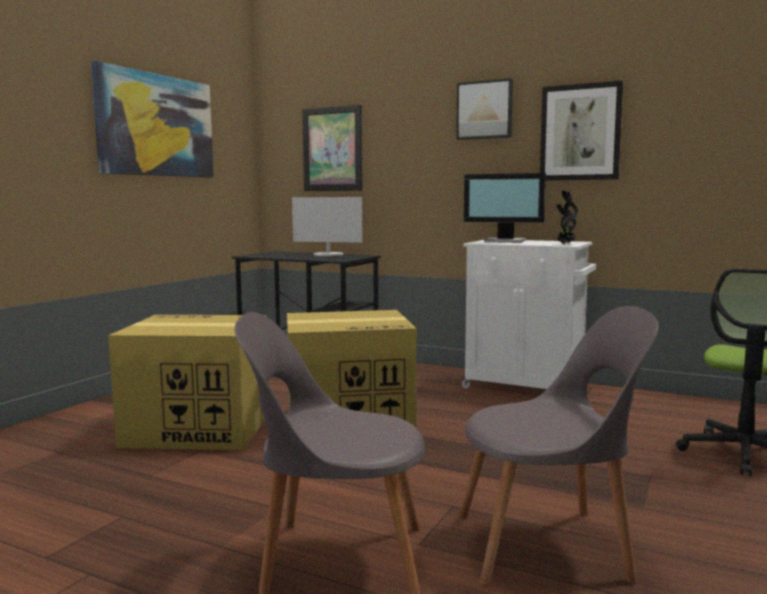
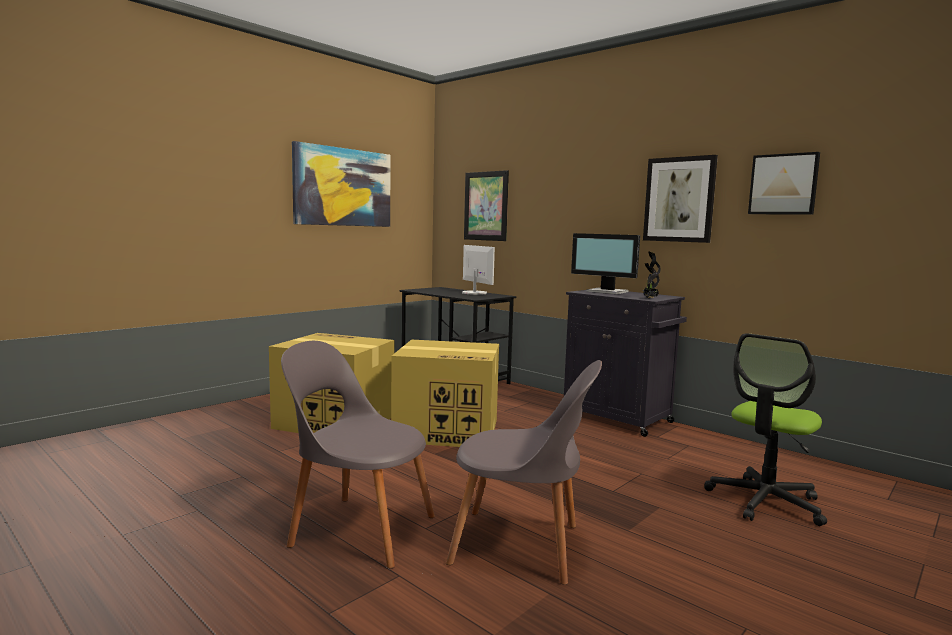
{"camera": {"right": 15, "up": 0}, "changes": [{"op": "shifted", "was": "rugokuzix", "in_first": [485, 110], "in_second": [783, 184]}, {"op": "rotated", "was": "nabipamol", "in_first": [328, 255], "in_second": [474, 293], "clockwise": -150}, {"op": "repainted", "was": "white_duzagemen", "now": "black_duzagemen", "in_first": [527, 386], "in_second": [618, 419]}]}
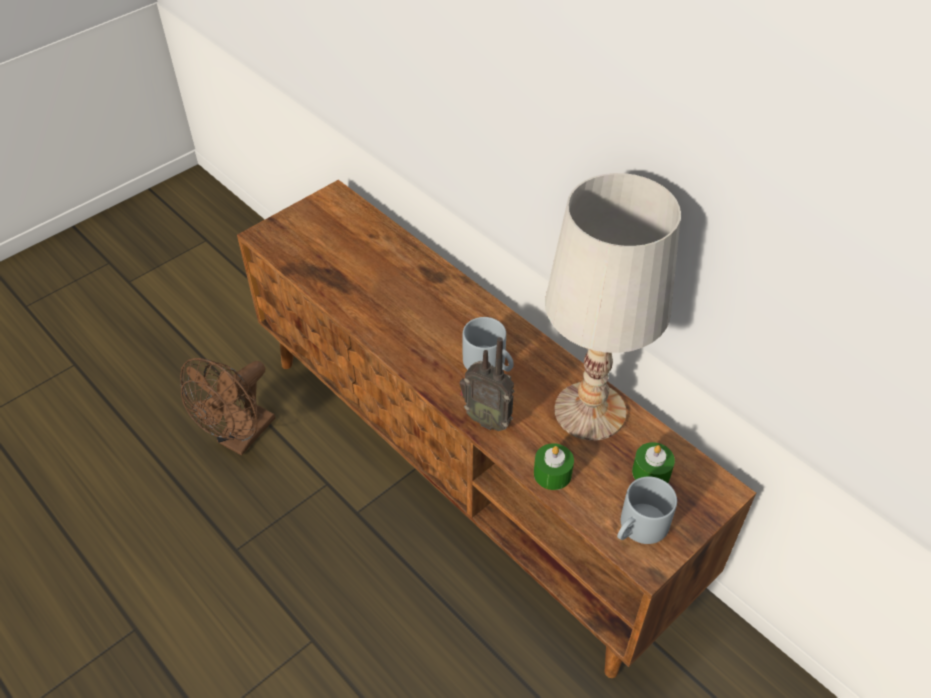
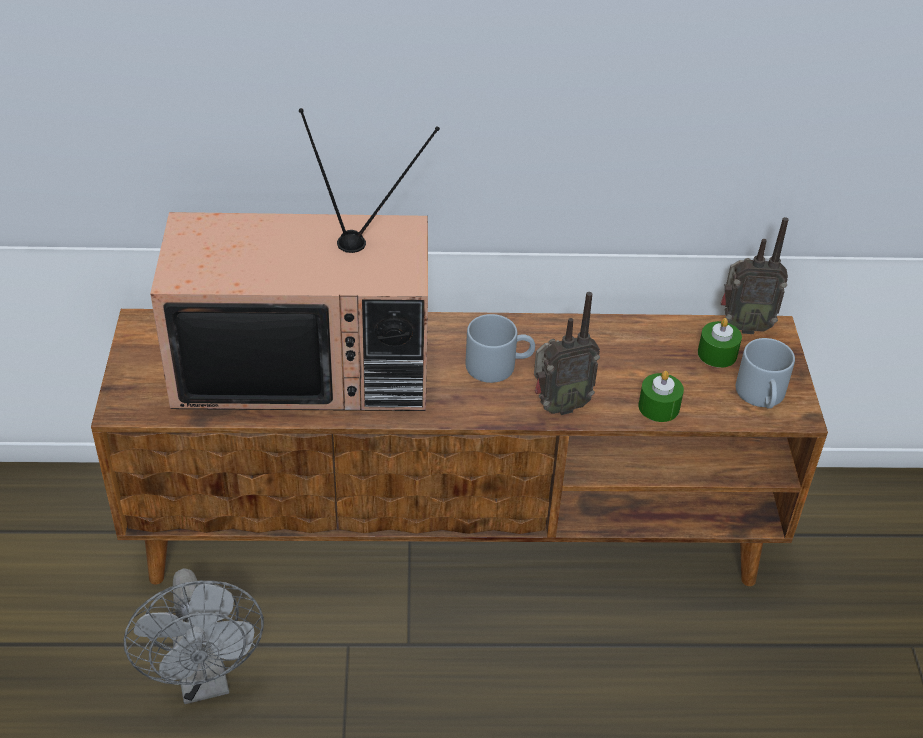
{"camera": {"right": -50, "up": -5}, "changes": [{"op": "gone", "was": "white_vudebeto", "in_first": [589, 411]}, {"op": "repainted", "was": "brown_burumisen", "now": "grey_burumisen", "in_first": [241, 438], "in_second": [204, 680]}, {"op": "new", "now": "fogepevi", "in_second": [306, 364]}, {"op": "new", "now": "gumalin", "in_second": [743, 326]}]}
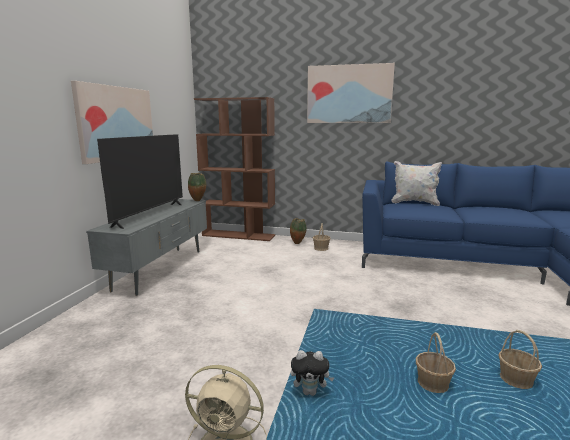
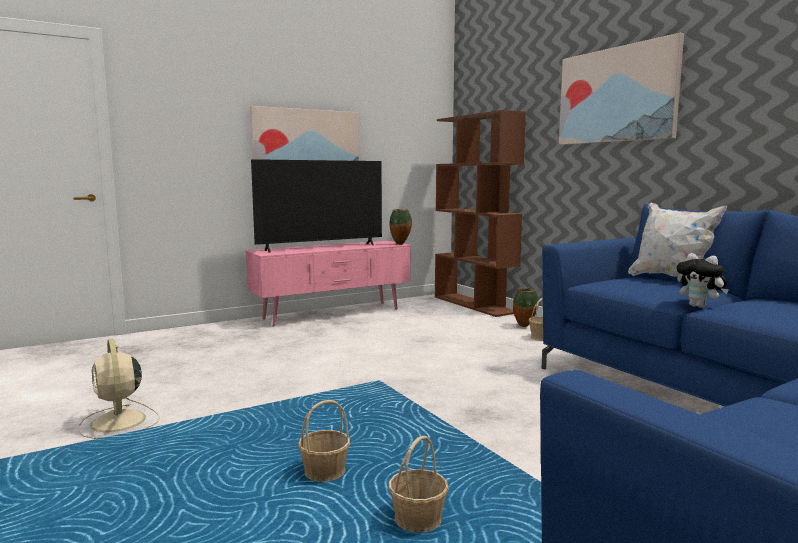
{"camera": {"right": 45, "up": -5}, "changes": [{"op": "repainted", "was": "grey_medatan", "now": "pink_medatan", "in_first": [161, 269], "in_second": [332, 314]}, {"op": "shifted", "was": "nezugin", "in_first": [310, 392], "in_second": [699, 306]}]}
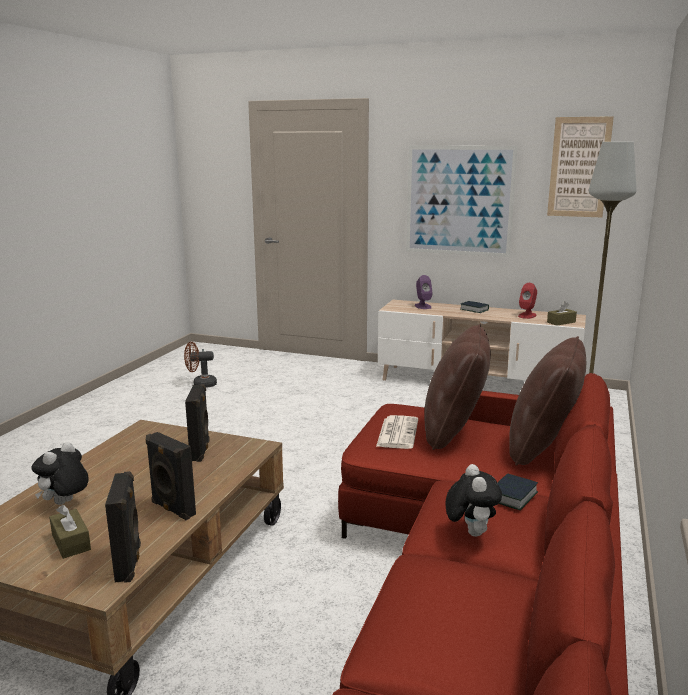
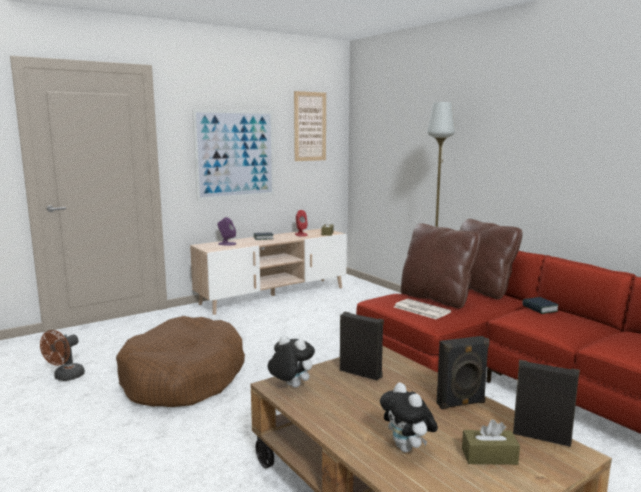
{"camera": {"right": -55, "up": -5}, "changes": [{"op": "shifted", "was": "nezugin", "in_first": [470, 532], "in_second": [290, 386]}, {"op": "new", "now": "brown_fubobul", "in_second": [183, 378]}]}
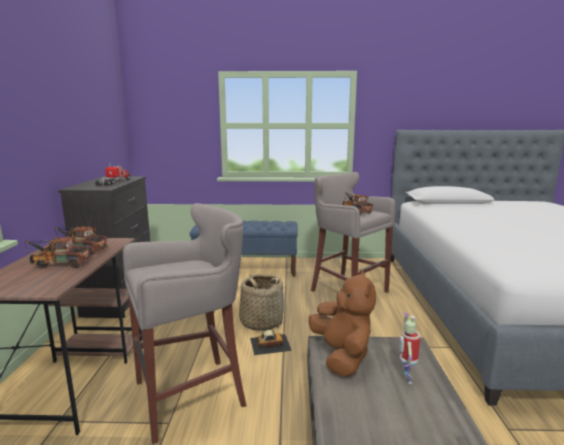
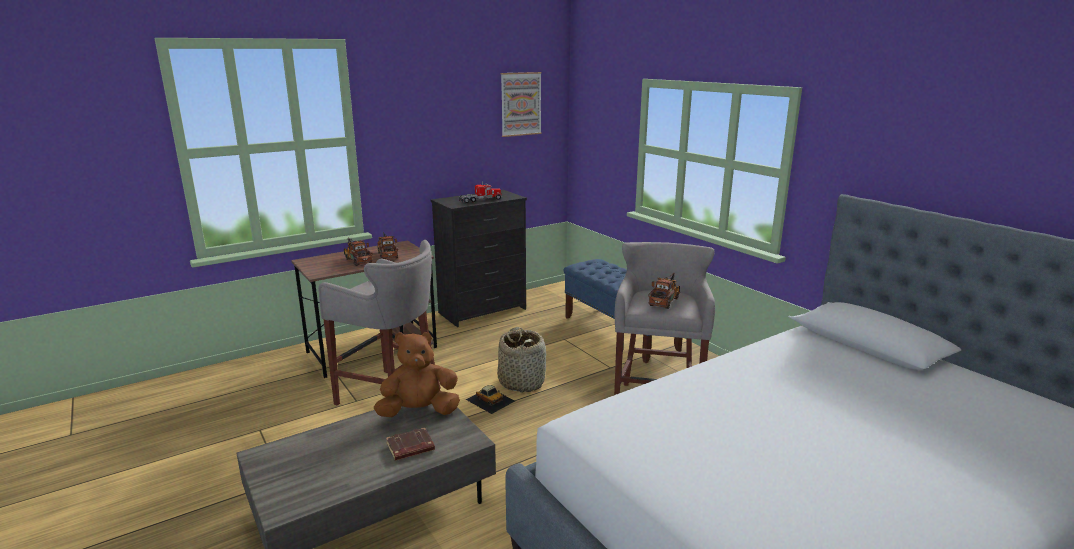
{"camera": {"right": 55, "up": 5}, "changes": [{"op": "rotated", "was": "brown_nezugin", "in_first": [341, 356], "in_second": [419, 412], "clockwise": -150}, {"op": "swapped", "was": "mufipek", "now": "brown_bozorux", "in_first": [406, 378], "in_second": [410, 448]}, {"op": "new", "now": "rugokuzix", "in_second": [520, 104]}]}
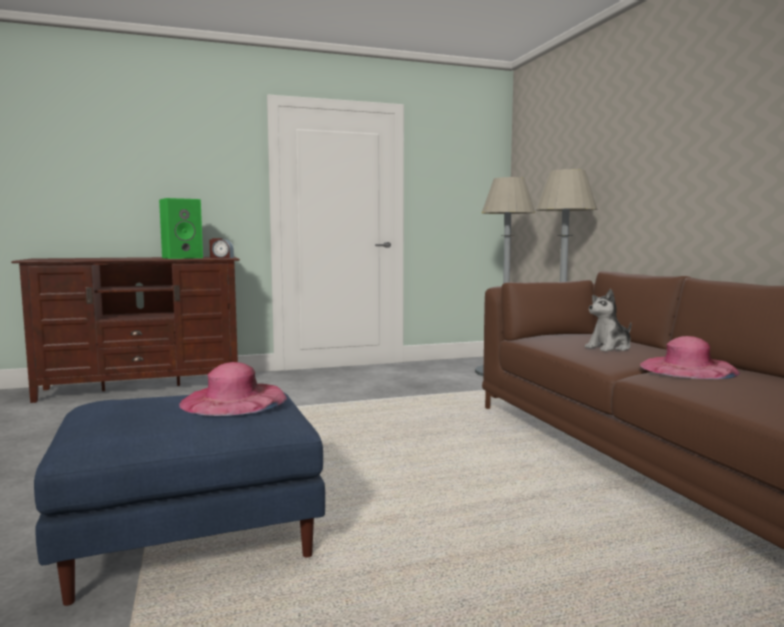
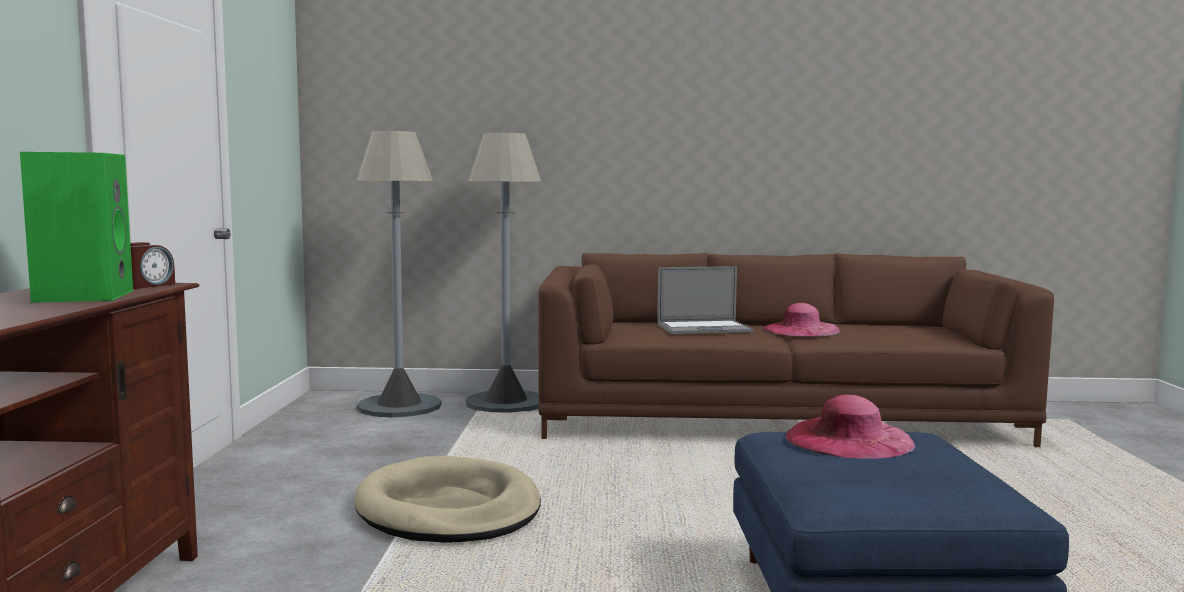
{"camera": {"right": -70, "up": 0}, "changes": [{"op": "swapped", "was": "nezugin", "now": "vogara", "in_first": [609, 348], "in_second": [704, 328]}, {"op": "new", "now": "beige_fubobul", "in_second": [448, 509]}]}
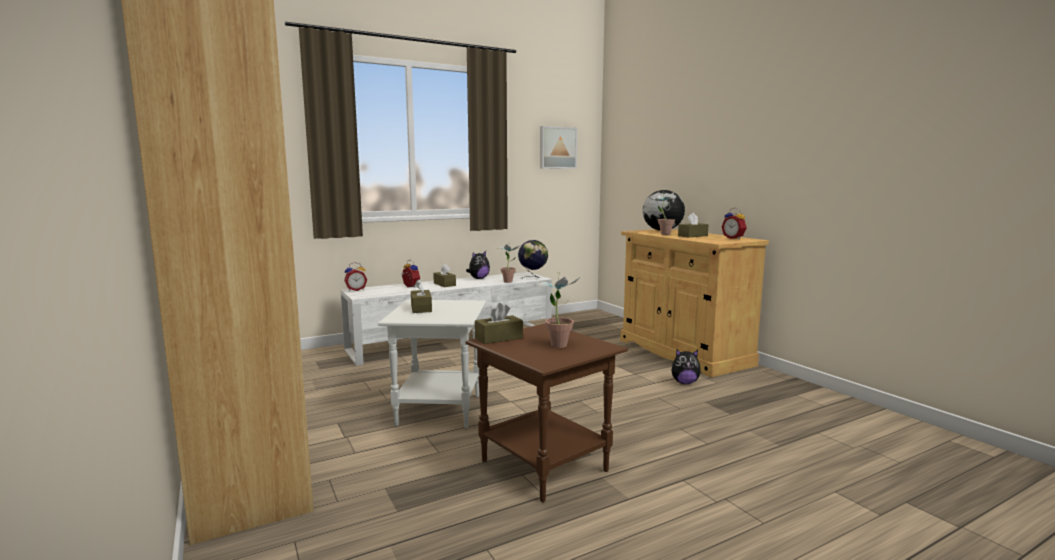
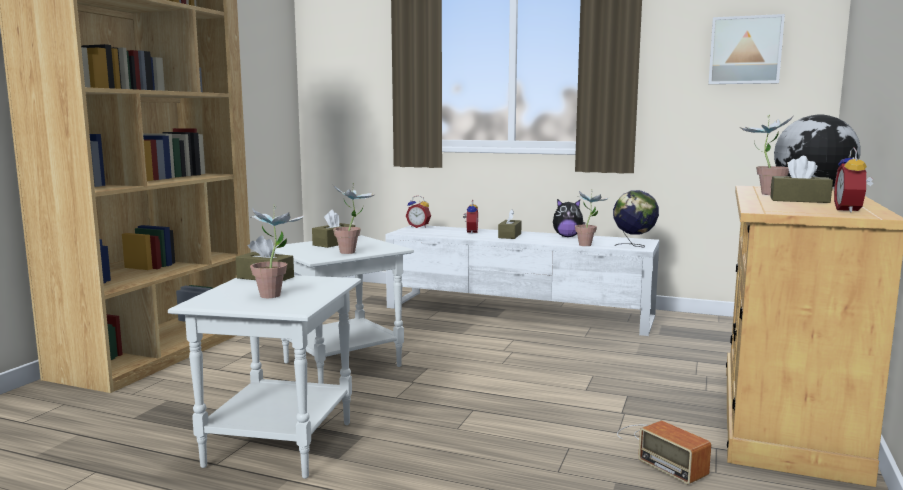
{"camera": {"right": 50, "up": 0}, "changes": [{"op": "repainted", "was": "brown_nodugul", "now": "white_nodugul", "in_first": [543, 465], "in_second": [280, 443]}, {"op": "swapped", "was": "nezugin", "now": "gumalin", "in_first": [684, 382], "in_second": [661, 450]}, {"op": "new", "now": "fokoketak", "in_second": [353, 252]}]}
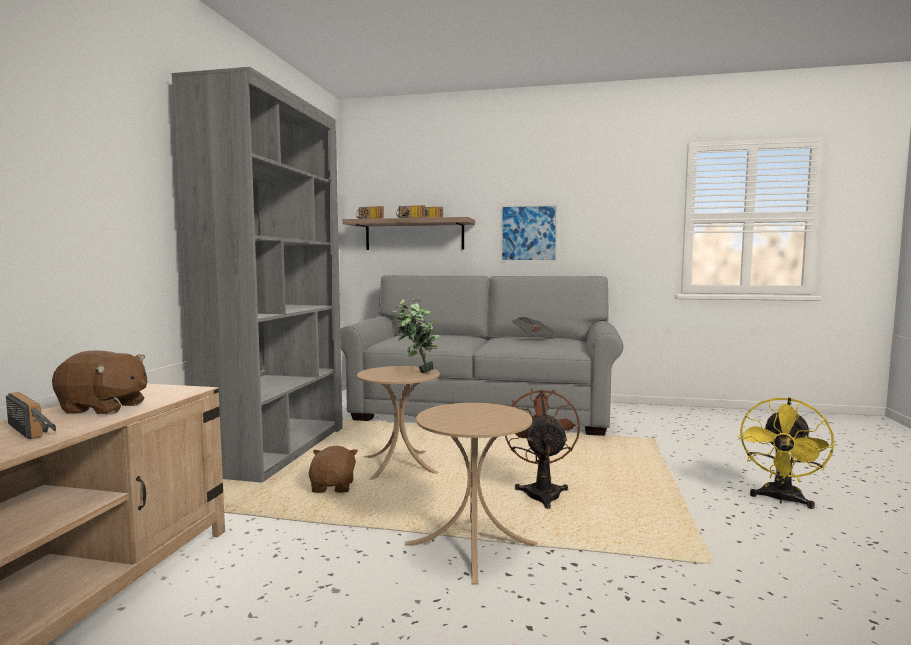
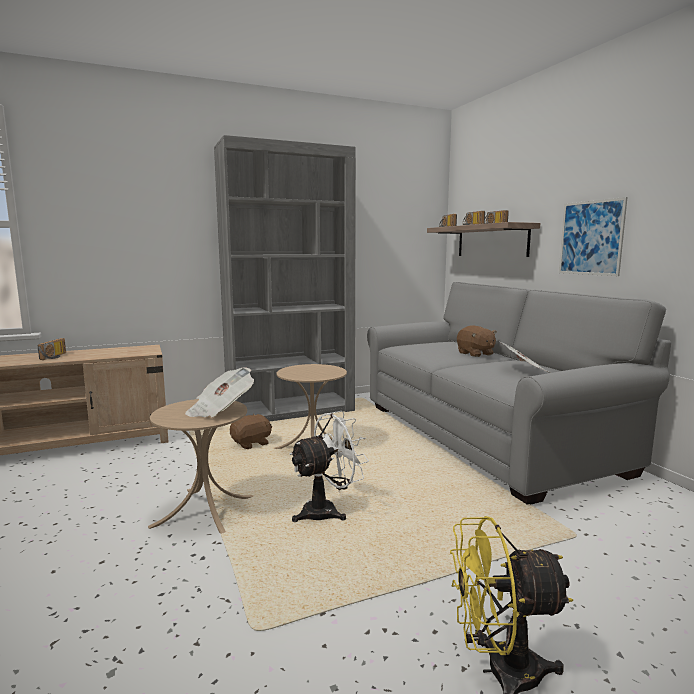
{"camera": {"right": 55, "up": 5}, "changes": [{"op": "gone", "was": "fokoketak", "in_first": [416, 372]}, {"op": "shifted", "was": "brown_nezugin", "in_first": [104, 408], "in_second": [475, 354]}, {"op": "repainted", "was": "brown_burumisen", "now": "white_burumisen", "in_first": [541, 492], "in_second": [327, 511]}, {"op": "new", "now": "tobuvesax", "in_second": [220, 410]}]}
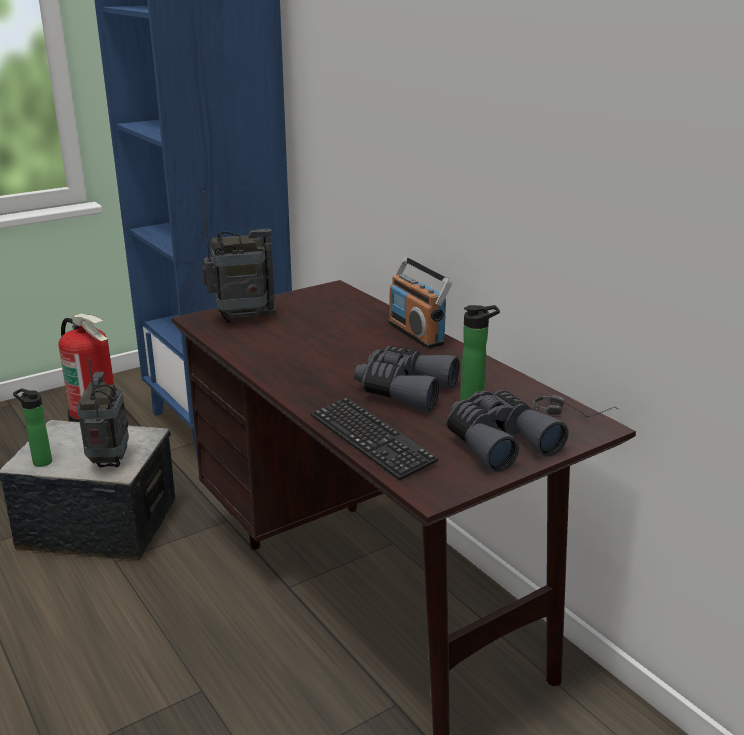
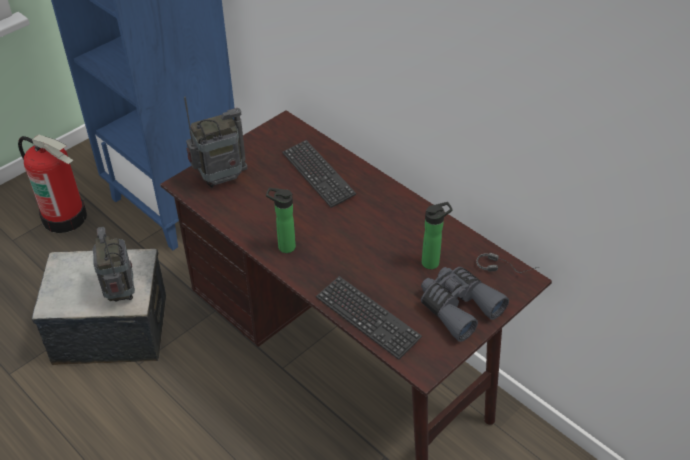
{"camera": {"right": -10, "up": 20}, "changes": [{"op": "gone", "was": "gumalin", "in_first": [416, 333]}, {"op": "gone", "was": "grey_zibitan", "in_first": [404, 390]}, {"op": "shifted", "was": "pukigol", "in_first": [40, 461], "in_second": [284, 246]}, {"op": "new", "now": "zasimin", "in_second": [318, 175]}]}
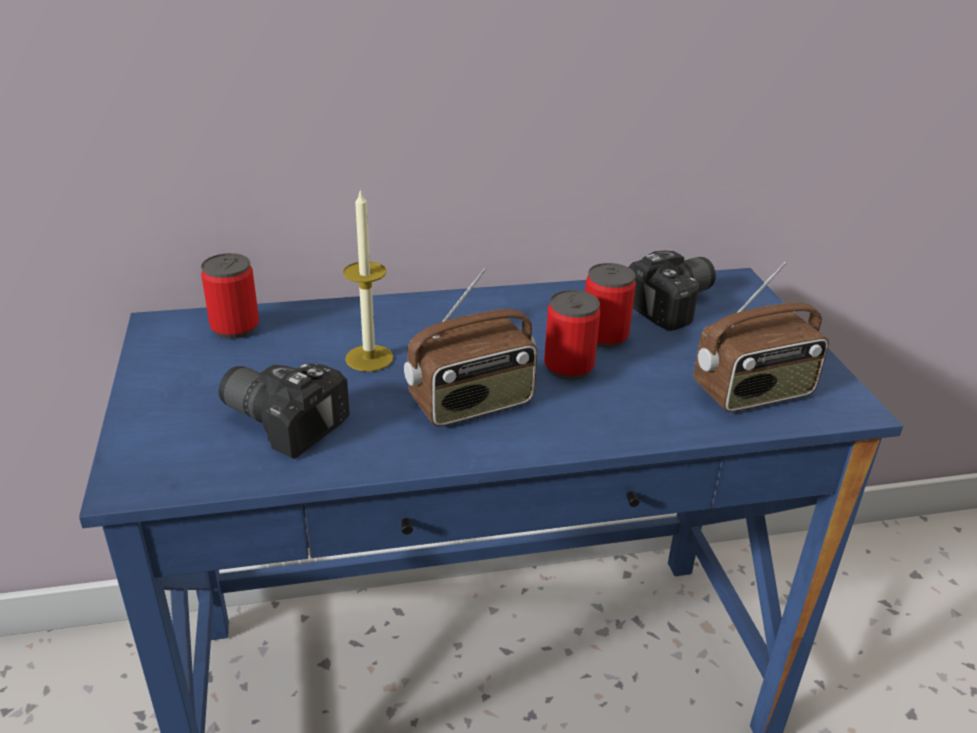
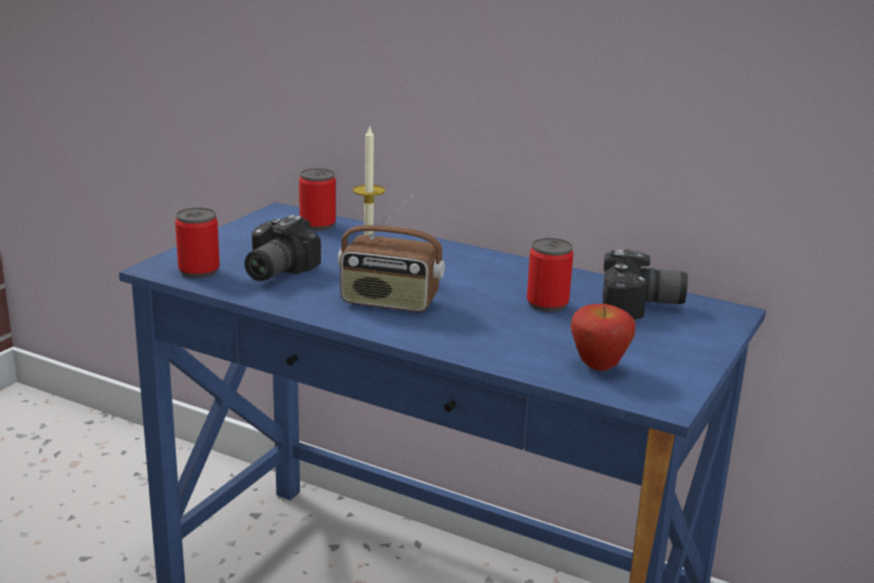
{"camera": {"right": 40, "up": -10}, "changes": [{"op": "swapped", "was": "gumalin", "now": "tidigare", "in_first": [753, 393], "in_second": [598, 367]}, {"op": "shifted", "was": "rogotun", "in_first": [568, 367], "in_second": [199, 271]}, {"op": "rotated", "was": "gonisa", "in_first": [285, 419], "in_second": [273, 271], "clockwise": -135}]}
